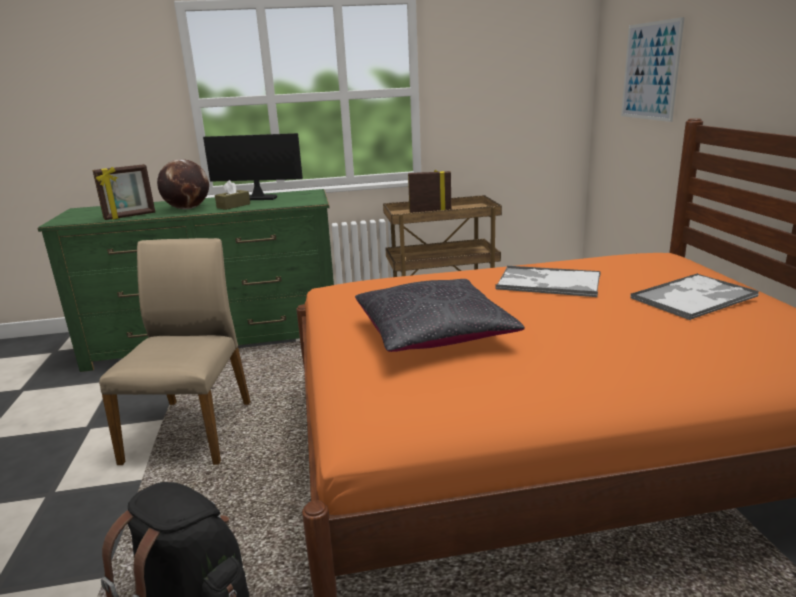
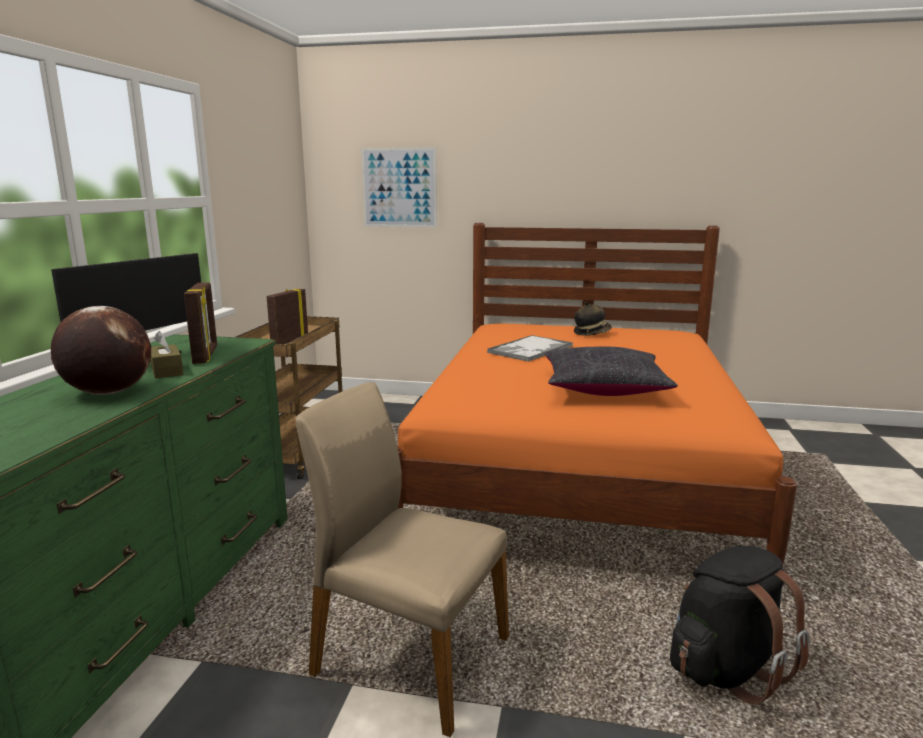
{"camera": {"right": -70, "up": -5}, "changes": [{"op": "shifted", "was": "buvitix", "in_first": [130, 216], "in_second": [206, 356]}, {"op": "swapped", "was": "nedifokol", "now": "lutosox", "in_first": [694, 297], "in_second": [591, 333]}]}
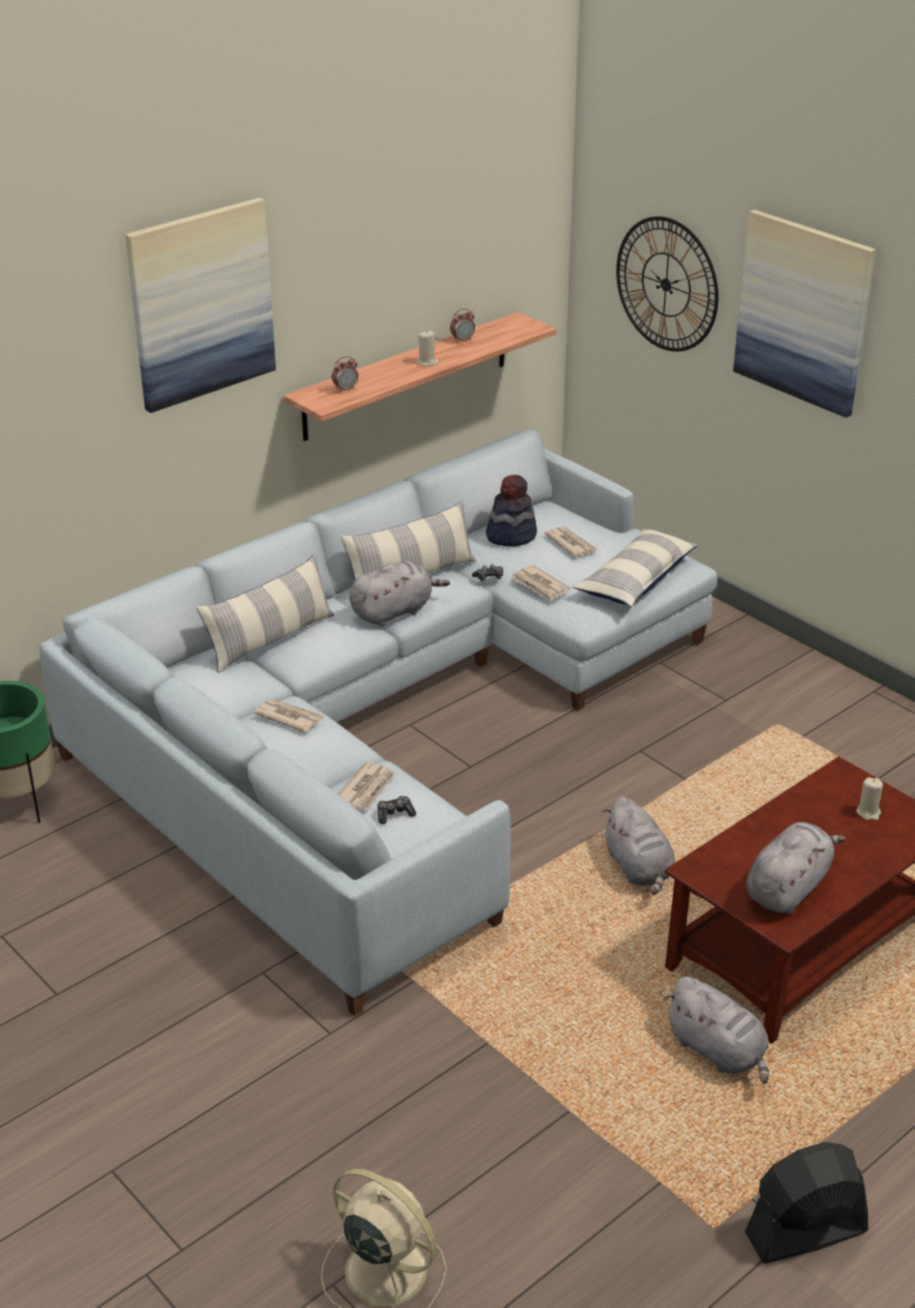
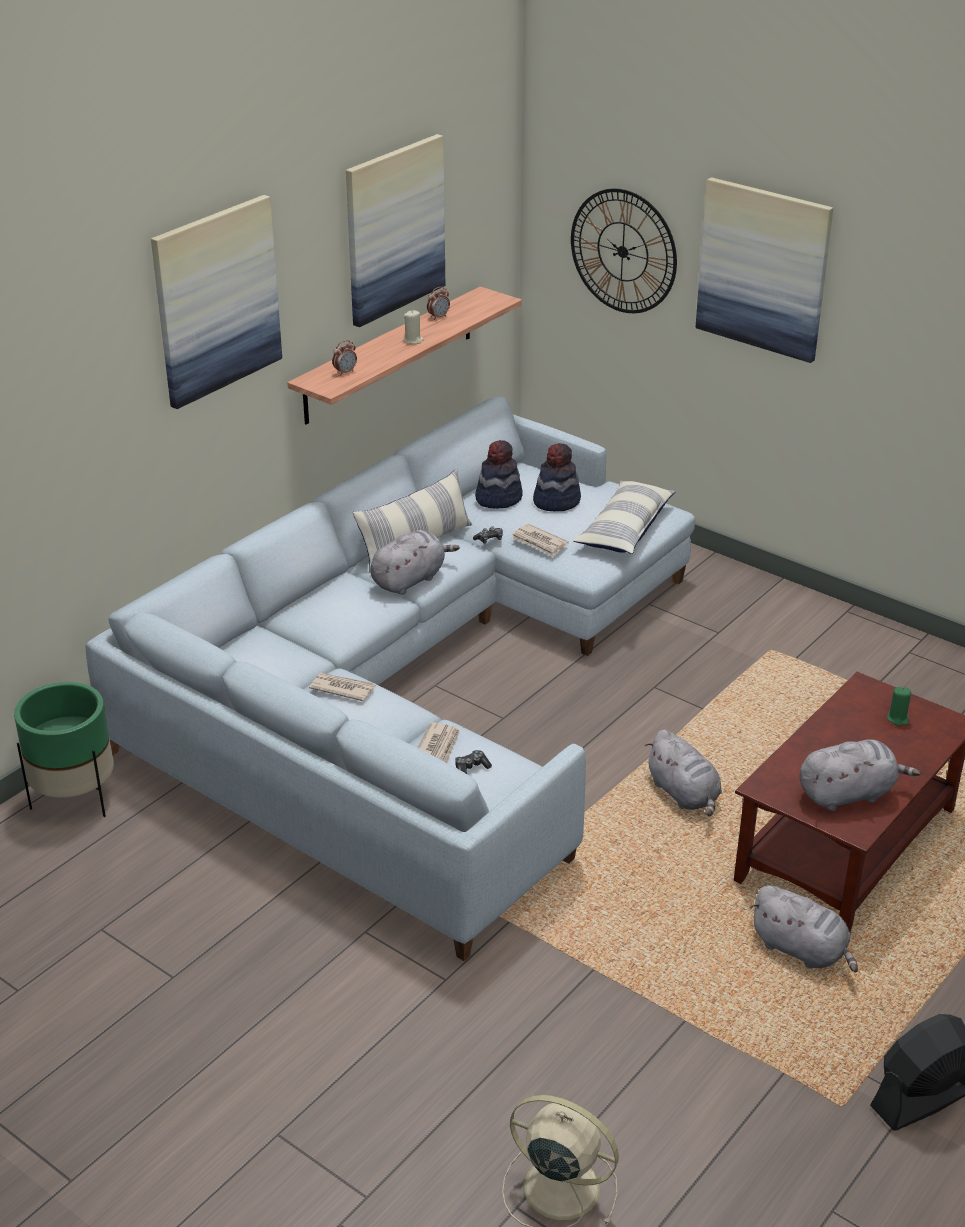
{"camera": {"right": -10, "up": 0}, "changes": [{"op": "swapped", "was": "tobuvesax", "now": "lutosox", "in_first": [570, 544], "in_second": [556, 501]}, {"op": "gone", "was": "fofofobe", "in_first": [270, 640]}, {"op": "repainted", "was": "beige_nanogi", "now": "green_nanogi", "in_first": [868, 812], "in_second": [898, 719]}, {"op": "rotated", "was": "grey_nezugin", "in_first": [788, 888], "in_second": [849, 794], "clockwise": 45}, {"op": "new", "now": "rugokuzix", "in_second": [394, 229]}]}
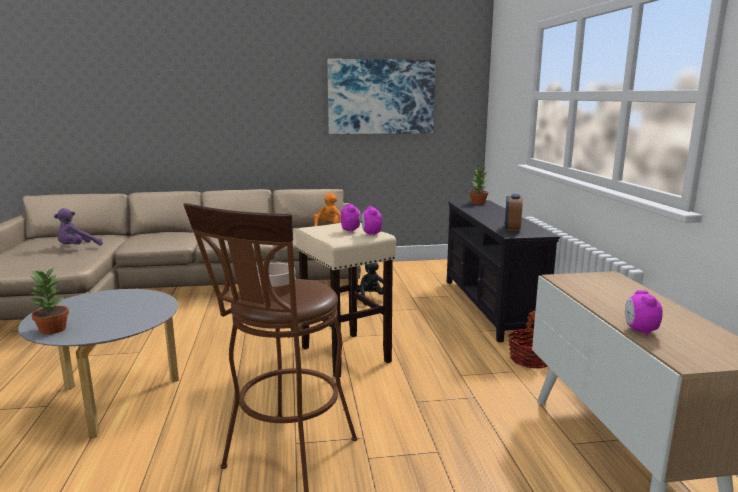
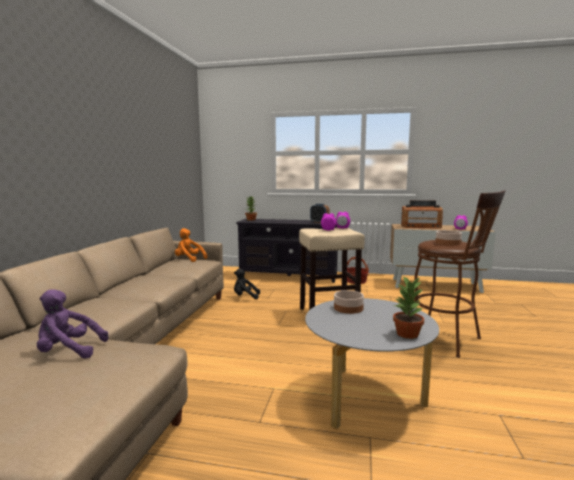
{"camera": {"right": -70, "up": -5}, "changes": [{"op": "gone", "was": "rugokuzix", "in_first": [381, 97]}, {"op": "rotated", "was": "purple_nezugin", "in_first": [77, 248], "in_second": [68, 351], "clockwise": 120}, {"op": "new", "now": "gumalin", "in_second": [420, 226]}, {"op": "new", "now": "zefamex", "in_second": [348, 308]}]}
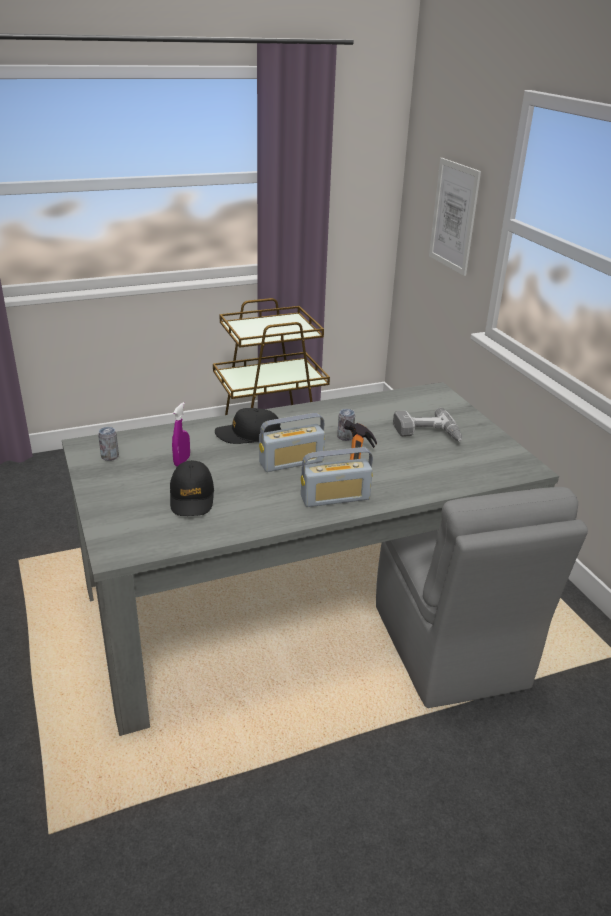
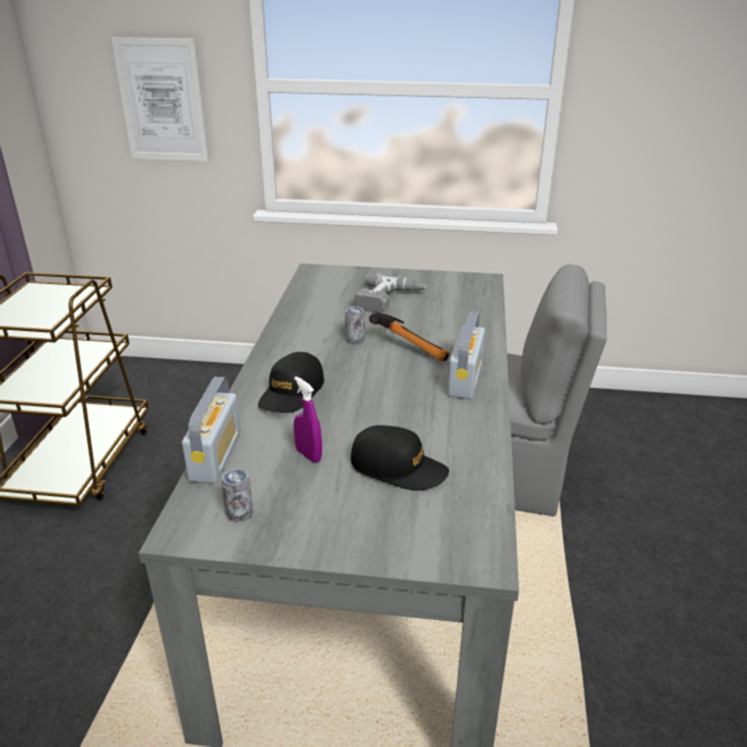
{"camera": {"right": -60, "up": 0}, "changes": [{"op": "shifted", "was": "gumalin", "in_first": [291, 462], "in_second": [215, 455]}]}
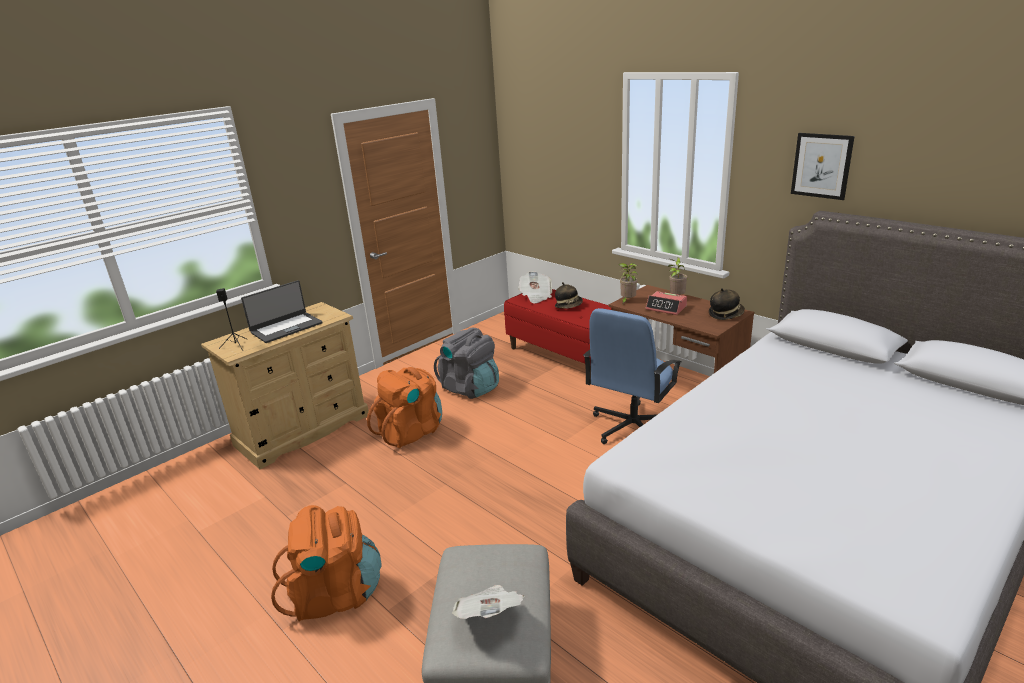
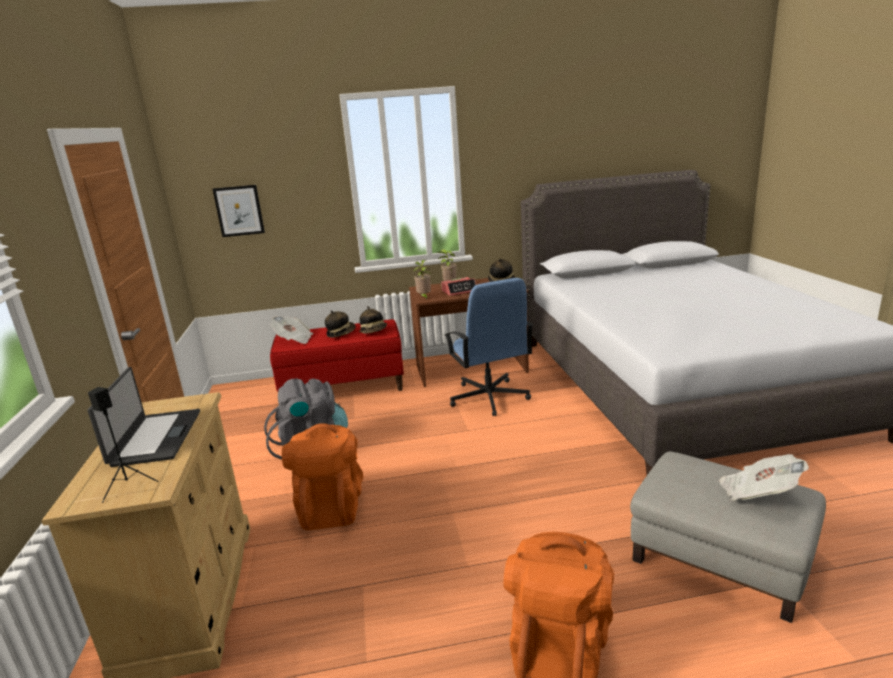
{"camera": {"right": -55, "up": -5}, "changes": [{"op": "shifted", "was": "rugokuzix", "in_first": [821, 165], "in_second": [239, 211]}, {"op": "new", "now": "lutosox", "in_second": [374, 332]}]}
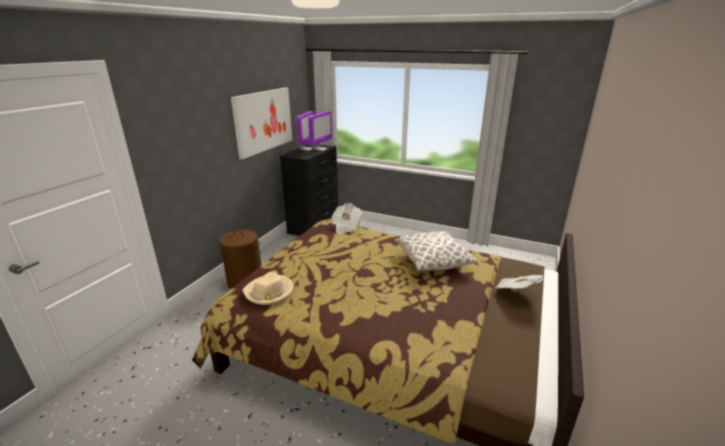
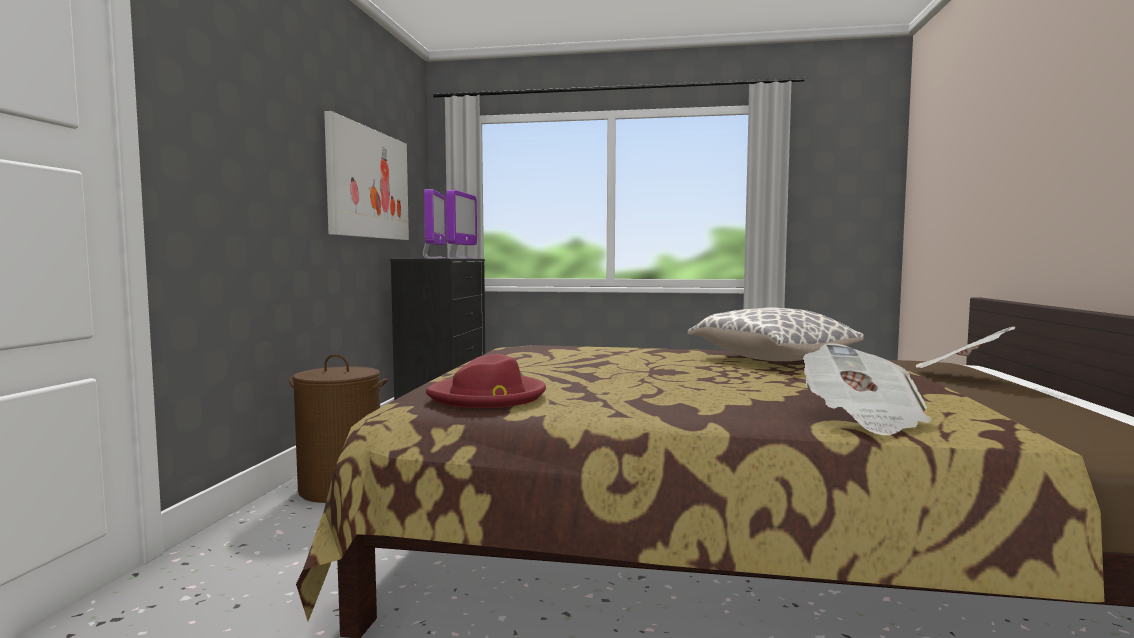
{"camera": {"right": -15, "up": -20}, "changes": [{"op": "shifted", "was": "tobuvesax", "in_first": [346, 226], "in_second": [862, 419]}, {"op": "repainted", "was": "beige_lutosox", "now": "red_lutosox", "in_first": [269, 292], "in_second": [488, 396]}]}
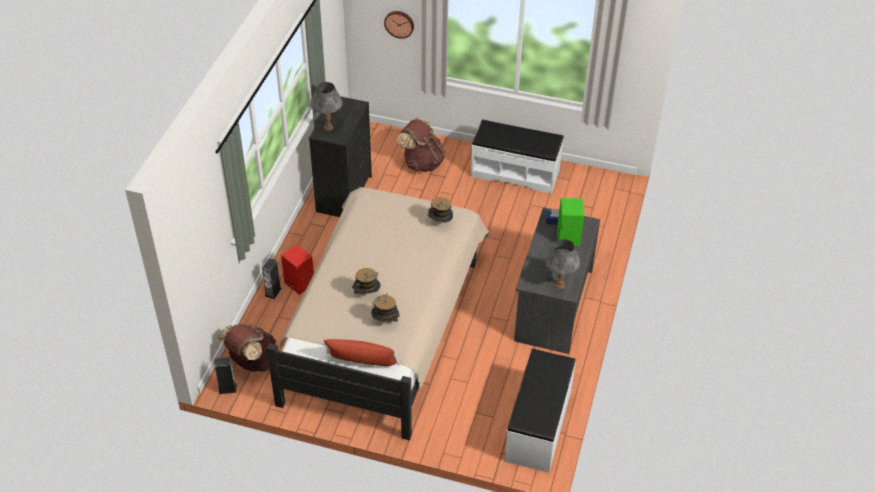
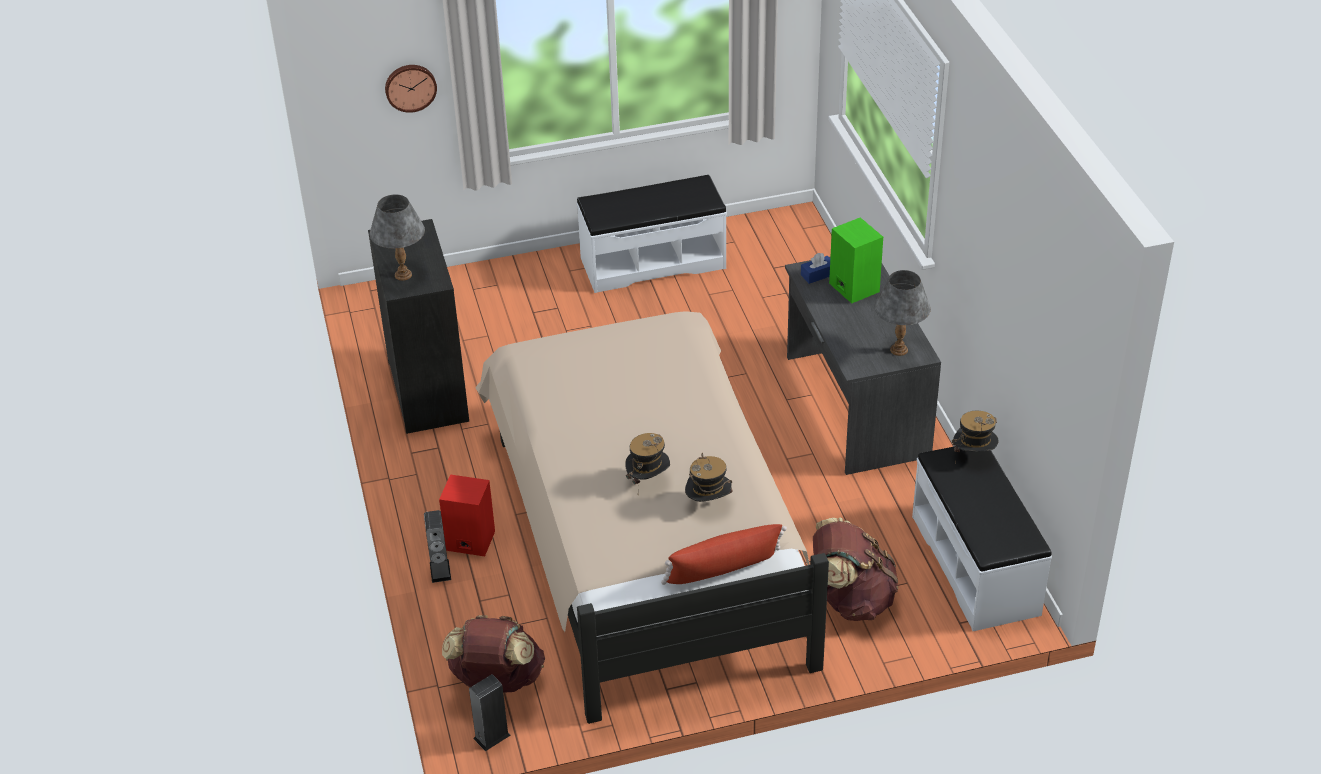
{"camera": {"right": -30, "up": -5}, "changes": [{"op": "shifted", "was": "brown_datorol", "in_first": [422, 163], "in_second": [851, 599]}, {"op": "shifted", "was": "lutosox", "in_first": [440, 223], "in_second": [973, 456]}]}
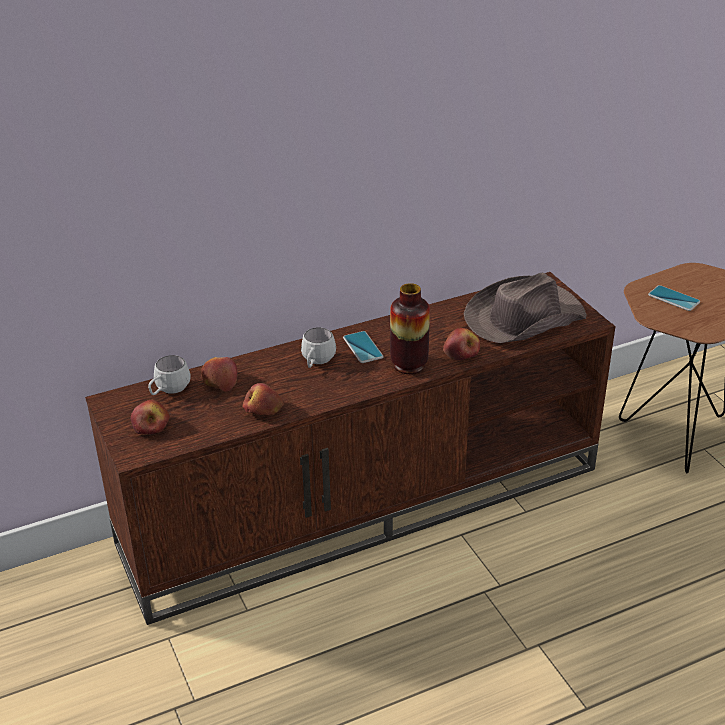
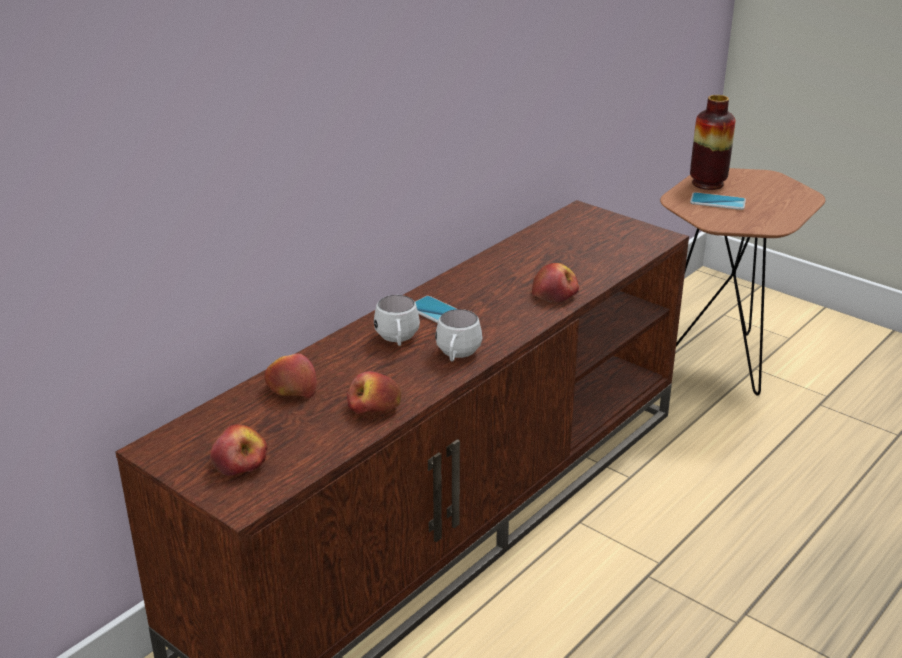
{"camera": {"right": -25, "up": -5}, "changes": [{"op": "gone", "was": "brown_lutosox", "in_first": [523, 317]}, {"op": "shifted", "was": "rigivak", "in_first": [409, 365], "in_second": [707, 183]}, {"op": "shifted", "was": "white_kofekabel", "in_first": [169, 391], "in_second": [457, 356]}]}
